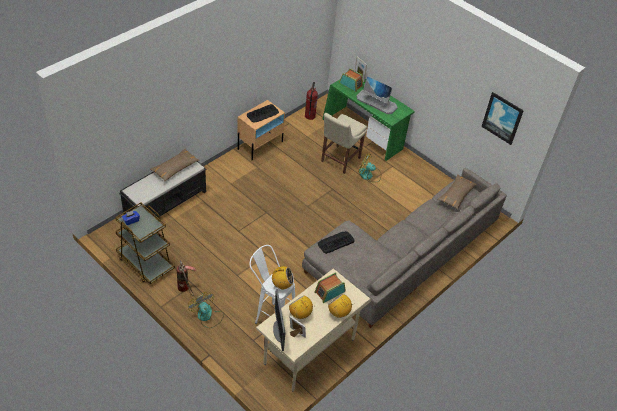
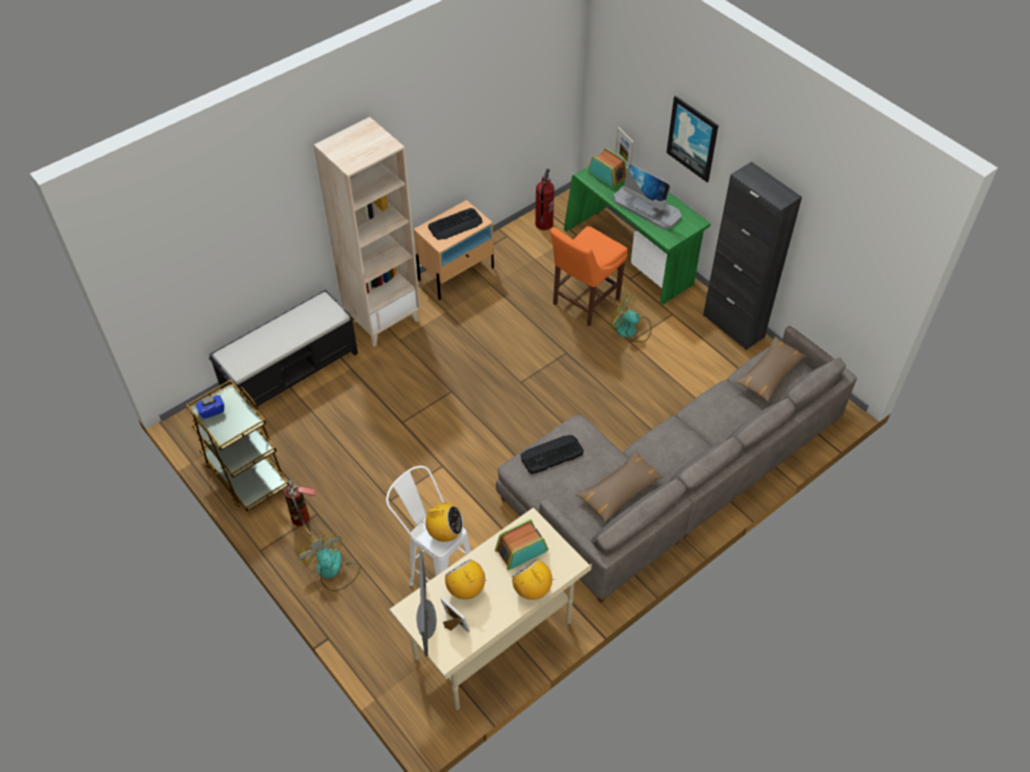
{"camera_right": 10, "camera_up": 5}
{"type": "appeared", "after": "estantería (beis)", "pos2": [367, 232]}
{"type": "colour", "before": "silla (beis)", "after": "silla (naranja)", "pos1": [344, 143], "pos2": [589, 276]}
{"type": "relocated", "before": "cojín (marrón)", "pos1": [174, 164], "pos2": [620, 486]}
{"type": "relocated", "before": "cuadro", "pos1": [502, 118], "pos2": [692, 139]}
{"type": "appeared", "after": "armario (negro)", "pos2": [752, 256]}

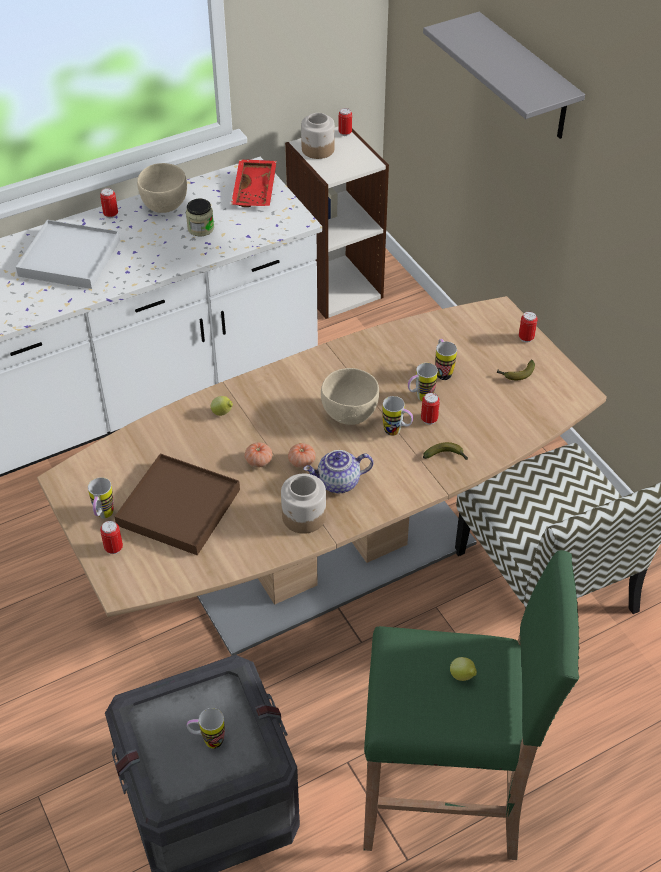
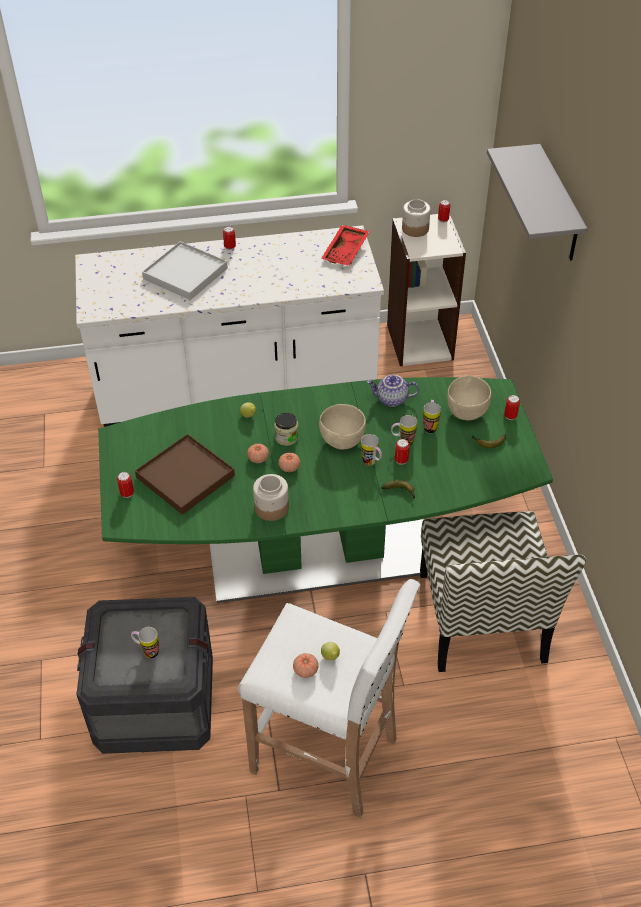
{"camera_right": 20, "camera_up": 0}
{"type": "colour", "before": "mesa de comedor (marrón)", "after": "mesa de comedor (verde)", "pos1": [322, 476], "pos2": [325, 490]}
{"type": "colour", "before": "taburete (verde)", "after": "taburete (blanco)", "pos1": [471, 705], "pos2": [329, 698]}
{"type": "relocated", "before": "tarro", "pos1": [200, 217], "pos2": [286, 429]}
{"type": "appeared", "after": "tomate", "pos2": [306, 665]}
{"type": "relocated", "before": "tetera", "pos1": [338, 471], "pos2": [393, 391]}
{"type": "relocated", "before": "cuenco (beis)", "pos1": [162, 188], "pos2": [469, 397]}
{"type": "missing", "before": "taza grande", "pos1": [101, 497]}

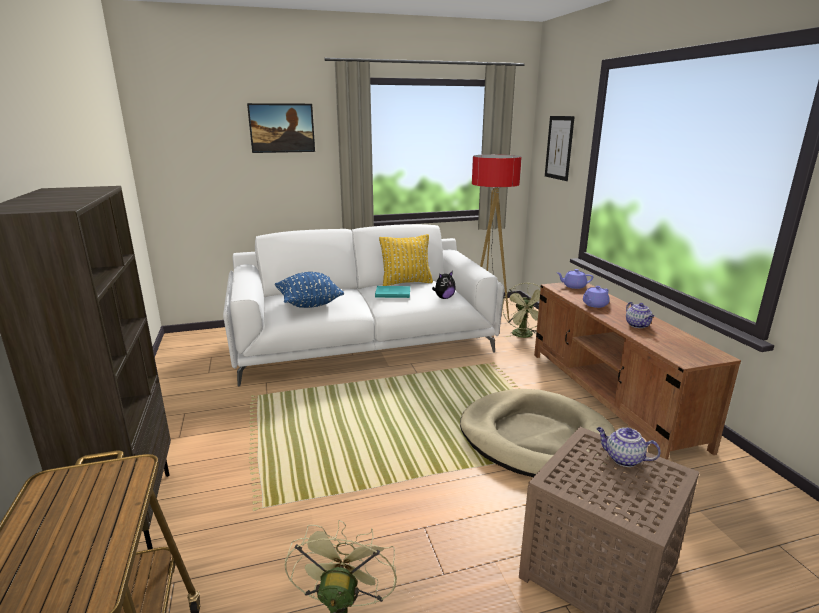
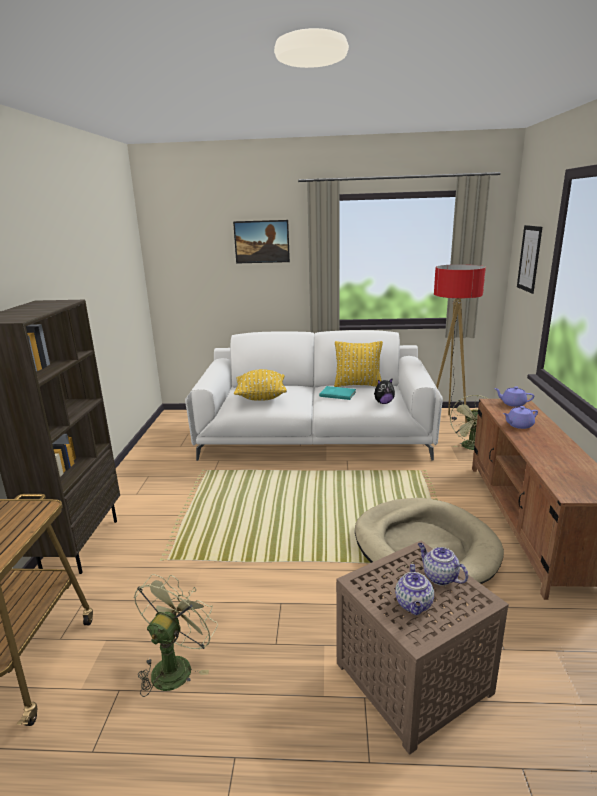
{"camera_right": 20, "camera_up": 0}
{"type": "colour", "before": "cojín (azul)", "after": "cojín (amarillo)", "pos1": [309, 290], "pos2": [260, 385]}
{"type": "relocated", "before": "tetera", "pos1": [640, 315], "pos2": [414, 589]}

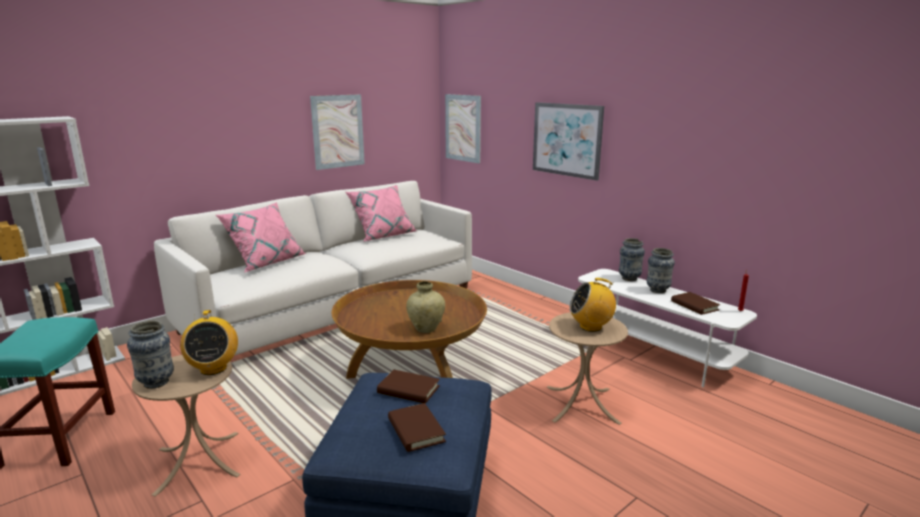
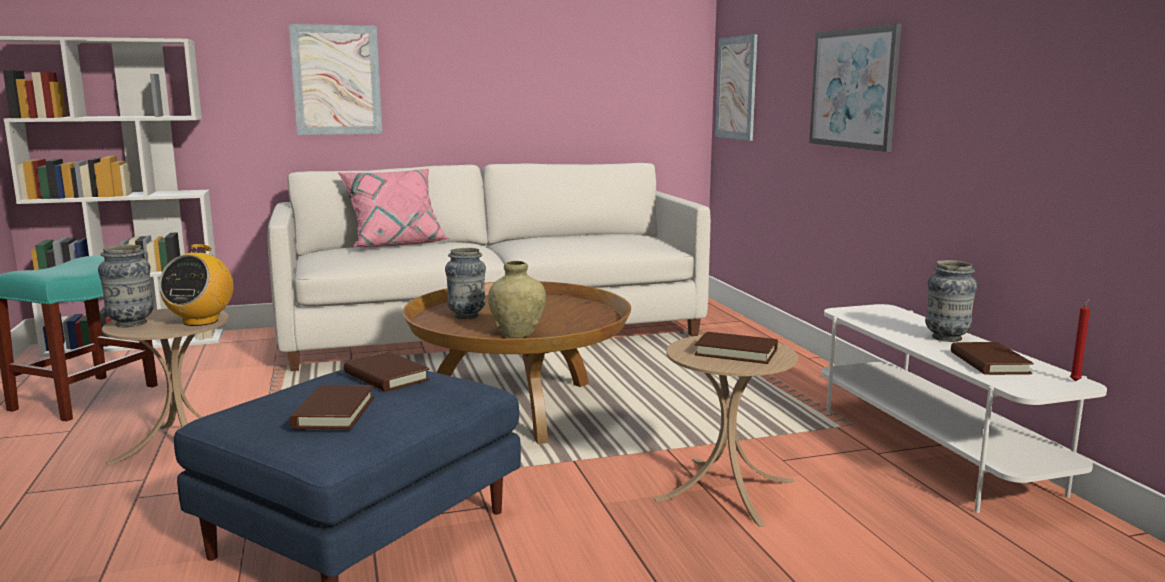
{"camera_right": 25, "camera_up": -5}
{"type": "relocated", "before": "cuadro", "pos1": [337, 132], "pos2": [335, 79]}
{"type": "relocated", "before": "florero", "pos1": [632, 259], "pos2": [465, 283]}
{"type": "exchanged", "before": "radio", "after": "libro (marrón)", "pos1": [592, 305], "pos2": [736, 348]}
{"type": "missing", "before": "cojín (rosa)", "pos1": [381, 213]}

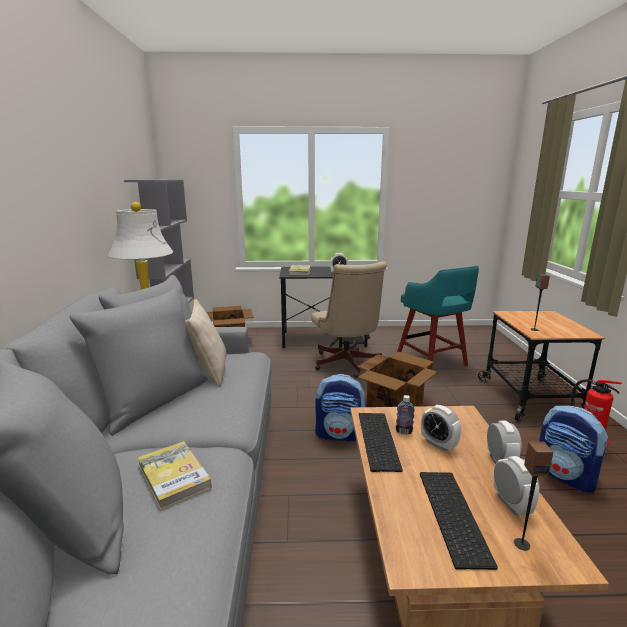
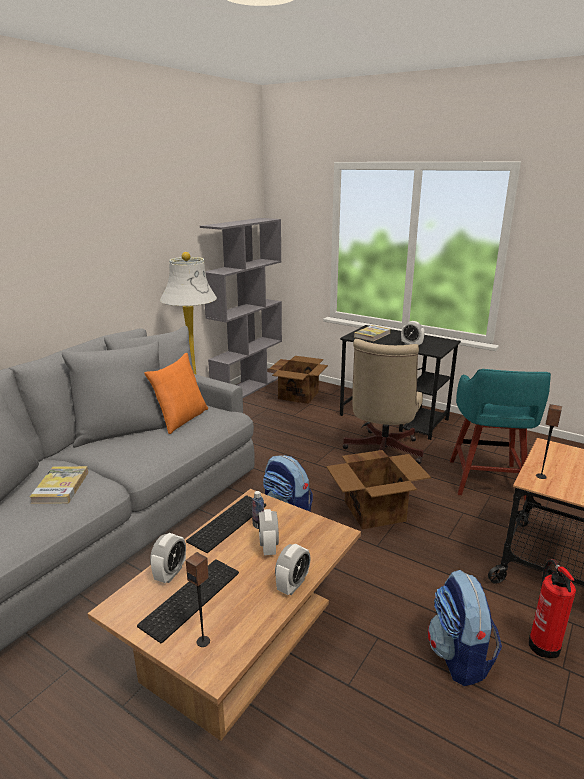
{"camera_right": 35, "camera_up": 5}
{"type": "colour", "before": "cojín (beis)", "after": "cojín (naranja)", "pos1": [205, 342], "pos2": [176, 393]}
{"type": "relocated", "before": "despertador", "pos1": [517, 486], "pos2": [168, 558]}

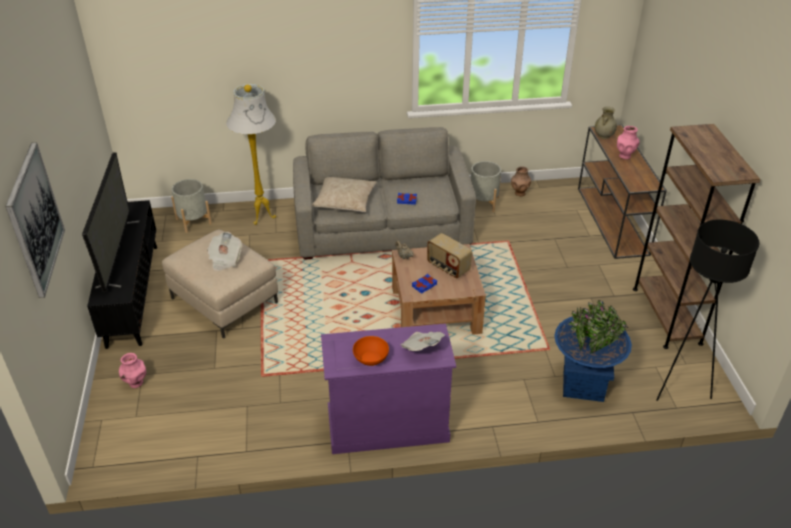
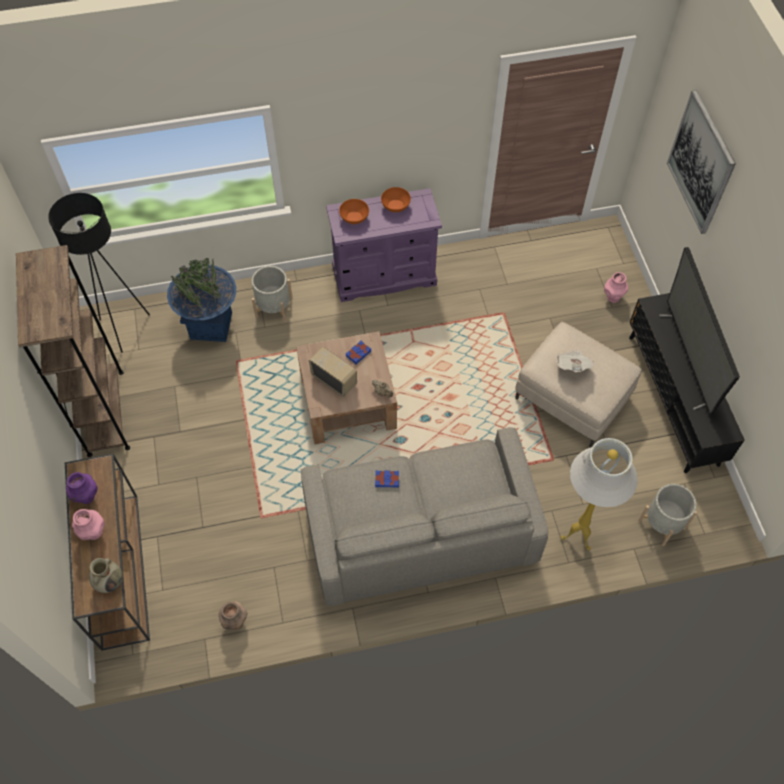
{"camera_right": 175, "camera_up": 20}
{"type": "appeared", "after": "florero (morado)", "pos2": [82, 488]}
{"type": "relocated", "before": "maceta (gris)", "pos1": [486, 186], "pos2": [272, 294]}
{"type": "exchanged", "before": "periódico", "after": "cuenco (naranja)", "pos1": [422, 341], "pos2": [354, 211]}
{"type": "missing", "before": "cojín (beis)", "pos1": [344, 194]}

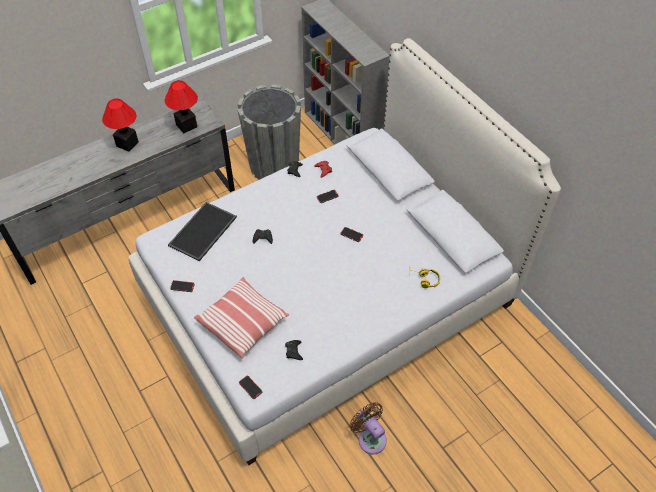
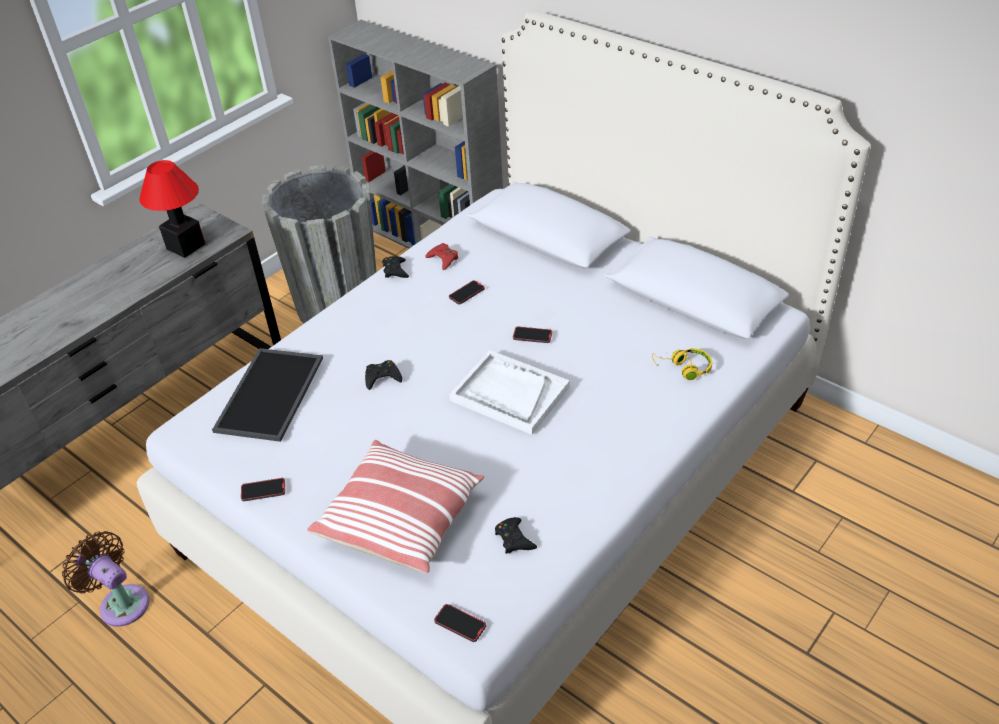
{"camera_right": -15, "camera_up": -10}
{"type": "relocated", "before": "ventilador (marrón)", "pos1": [368, 428], "pos2": [105, 579]}
{"type": "appeared", "after": "bandeja (blanco)", "pos2": [509, 392]}
{"type": "missing", "before": "lámpara de mesa", "pos1": [120, 125]}

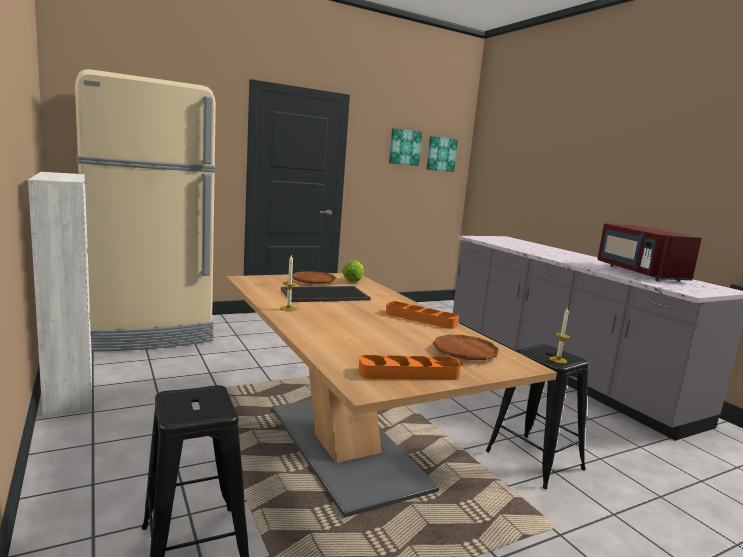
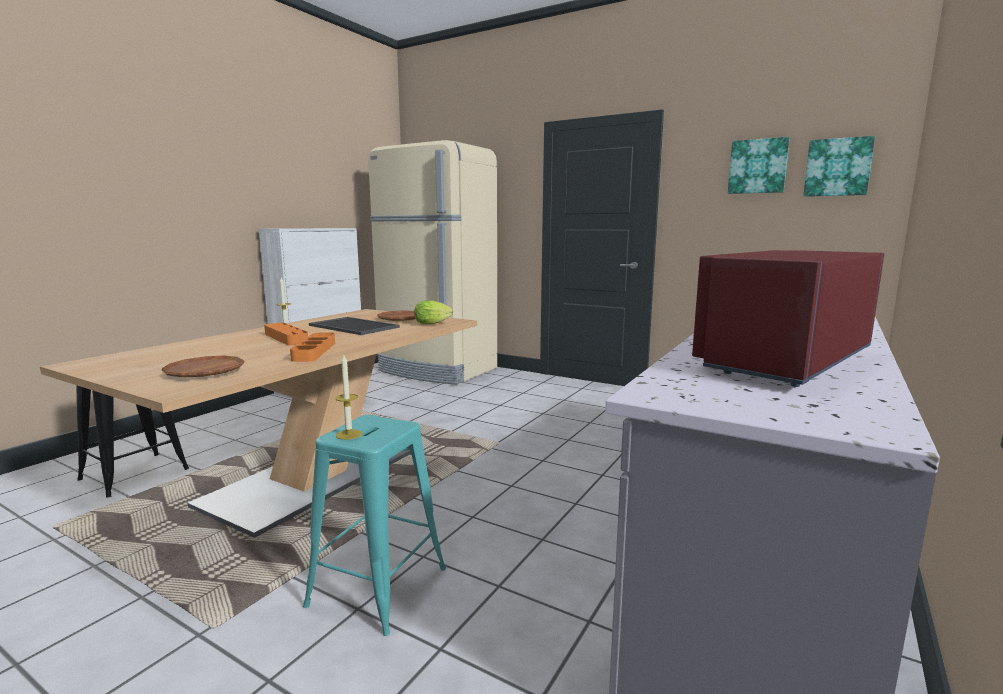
{"camera_right": 60, "camera_up": 0}
{"type": "relocated", "before": "bandeja (naranja)", "pos1": [410, 367], "pos2": [286, 334]}
{"type": "colour", "before": "taburete (negro)", "after": "taburete (turquesa)", "pos1": [537, 416], "pos2": [374, 525]}

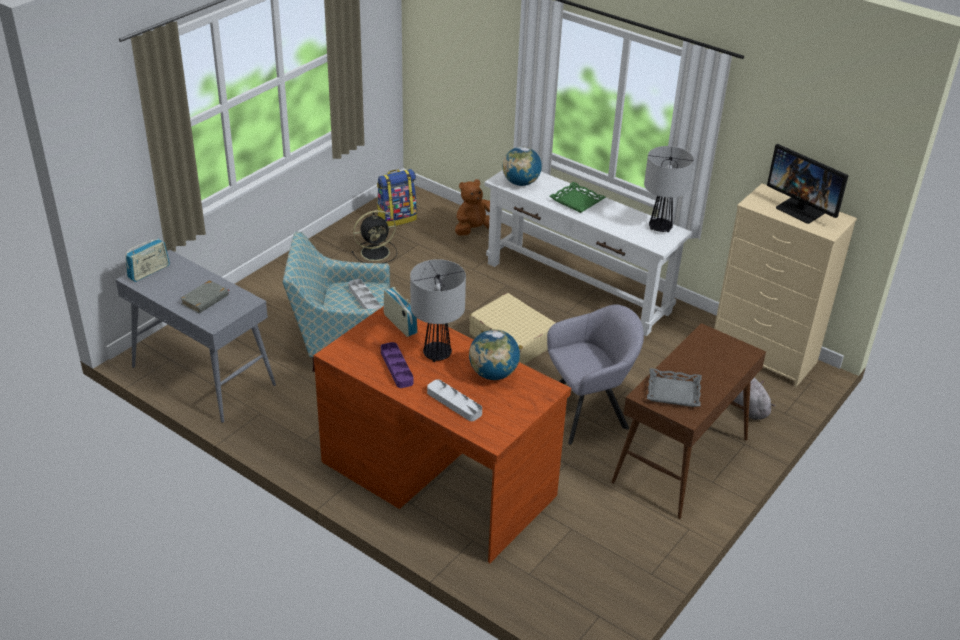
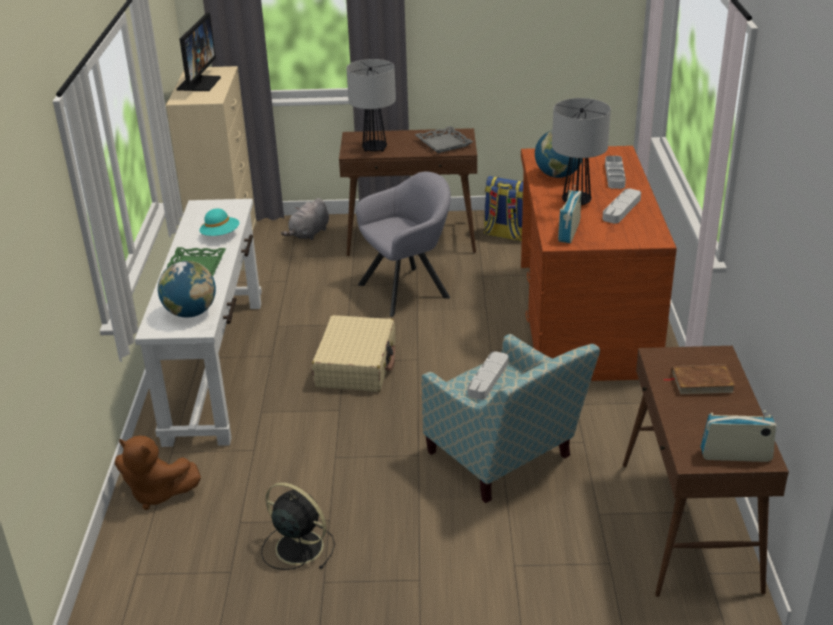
{"camera_right": -125, "camera_up": -5}
{"type": "appeared", "after": "sombrero (turquesa)", "pos2": [219, 222]}
{"type": "relocated", "before": "lámpara de mesa", "pos1": [669, 189], "pos2": [371, 105]}
{"type": "spun", "before": "sillón (gris)", "pos1": [595, 375], "pos2": [403, 244], "turn": 120}
{"type": "relocated", "before": "mochila", "pos1": [397, 197], "pos2": [503, 209]}
{"type": "colour", "before": "bandeja (morado)", "after": "bandeja (gris)", "pos1": [397, 365], "pos2": [621, 206]}
{"type": "colour", "before": "mesa consola (gris)", "after": "mesa consola (marrón)", "pos1": [196, 336], "pos2": [706, 471]}
{"type": "colour", "before": "libro (gris)", "after": "libro (marrón)", "pos1": [205, 296], "pos2": [700, 380]}

